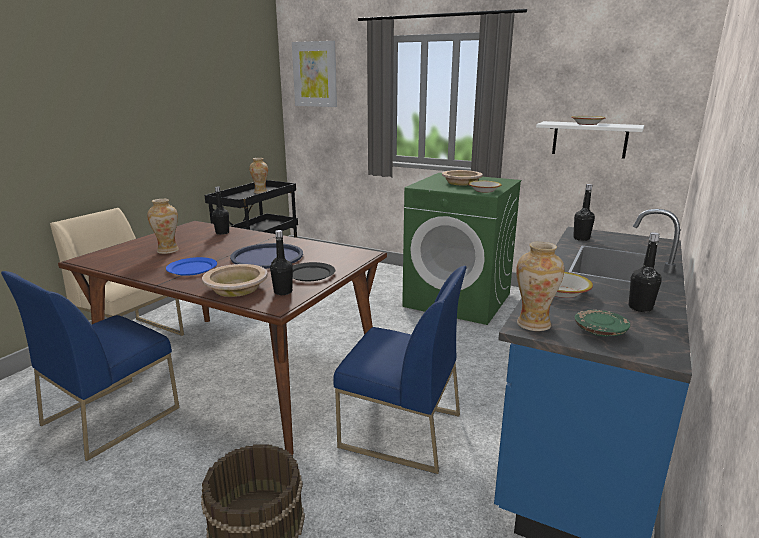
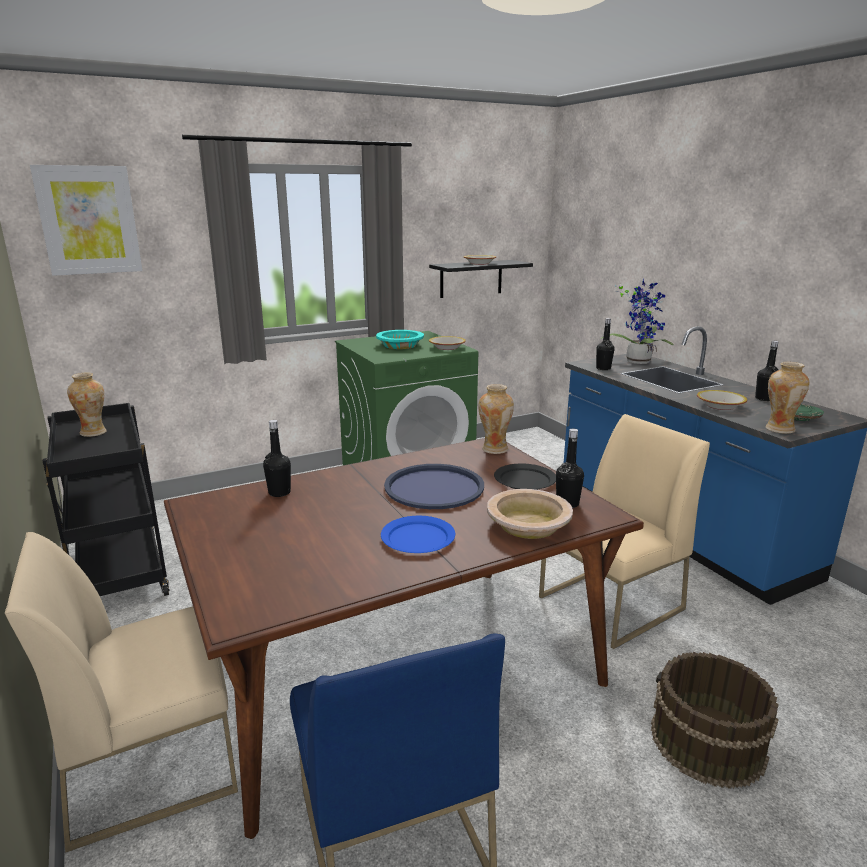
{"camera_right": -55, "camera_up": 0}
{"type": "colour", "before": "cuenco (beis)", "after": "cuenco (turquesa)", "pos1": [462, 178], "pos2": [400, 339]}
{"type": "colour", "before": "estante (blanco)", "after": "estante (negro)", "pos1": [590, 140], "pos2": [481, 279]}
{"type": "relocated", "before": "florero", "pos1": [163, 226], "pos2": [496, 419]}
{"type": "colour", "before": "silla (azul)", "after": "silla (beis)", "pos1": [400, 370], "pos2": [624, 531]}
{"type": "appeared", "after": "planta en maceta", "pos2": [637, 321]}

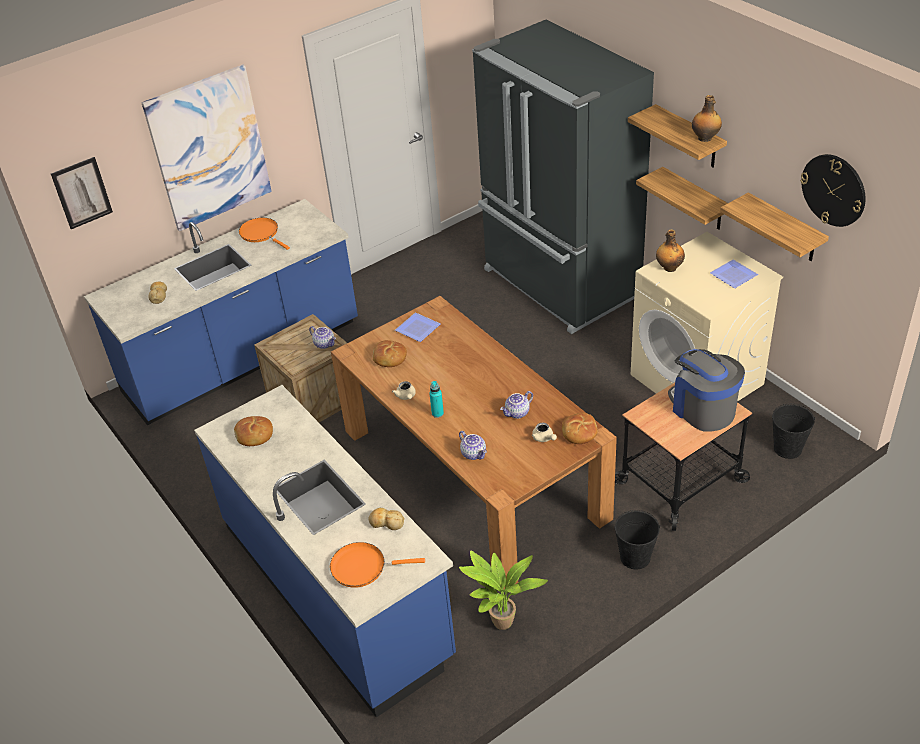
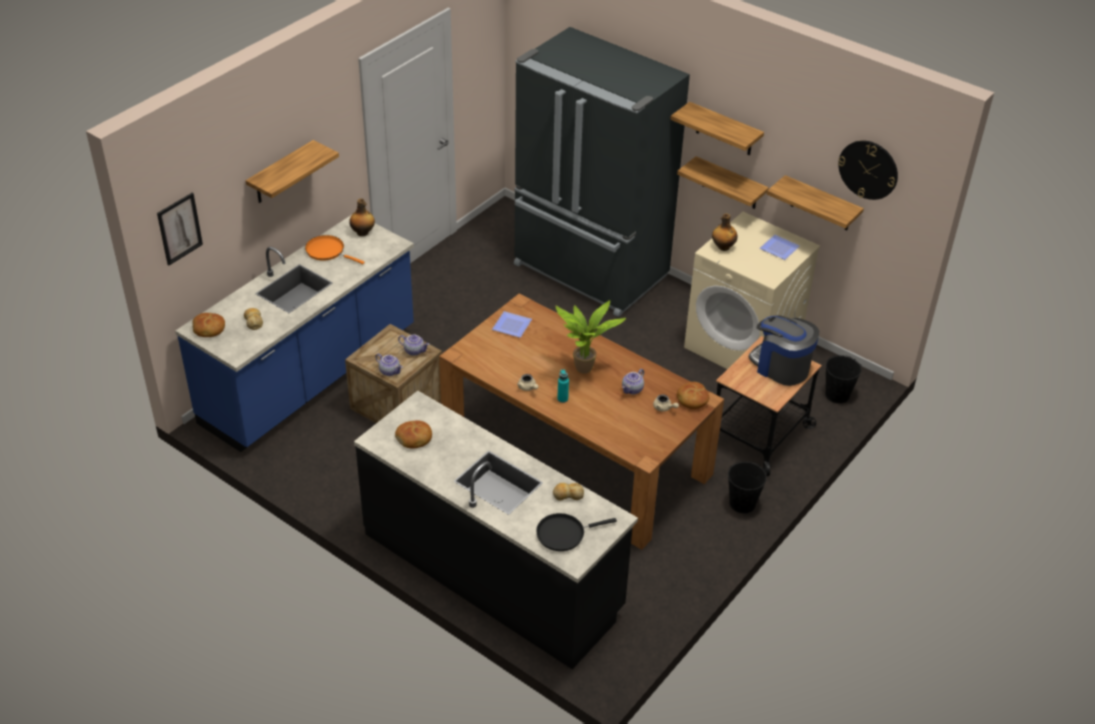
{"camera_right": -20, "camera_up": 0}
{"type": "relocated", "before": "pan", "pos1": [390, 353], "pos2": [208, 325]}
{"type": "exchanged", "before": "cuadro", "after": "estante", "pos1": [207, 147], "pos2": [292, 171]}
{"type": "relocated", "before": "botella", "pos1": [707, 118], "pos2": [362, 217]}
{"type": "colour", "before": "mueble bajo de cocina (azul)", "after": "mueble bajo de cocina (negro)", "pos1": [325, 551], "pos2": [496, 530]}
{"type": "relocated", "before": "tetera", "pos1": [473, 445], "pos2": [389, 364]}
{"type": "colour", "before": "sartén (naranja)", "after": "sartén (negro)", "pos1": [377, 565], "pos2": [576, 532]}
{"type": "relocated", "before": "planta en maceta", "pos1": [503, 590], "pos2": [590, 337]}

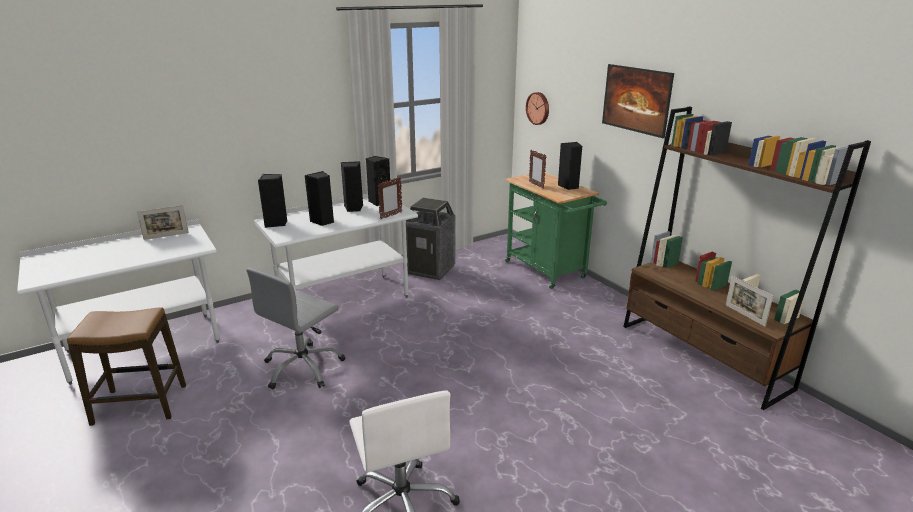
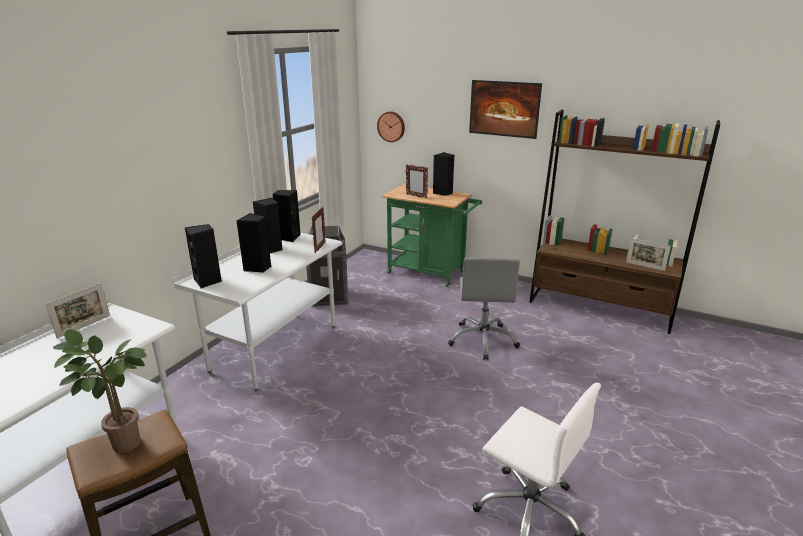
{"camera_right": -30, "camera_up": 0}
{"type": "appeared", "after": "planta en maceta", "pos2": [100, 391]}
{"type": "relocated", "before": "silla de oficina (gris)", "pos1": [295, 328], "pos2": [484, 309]}

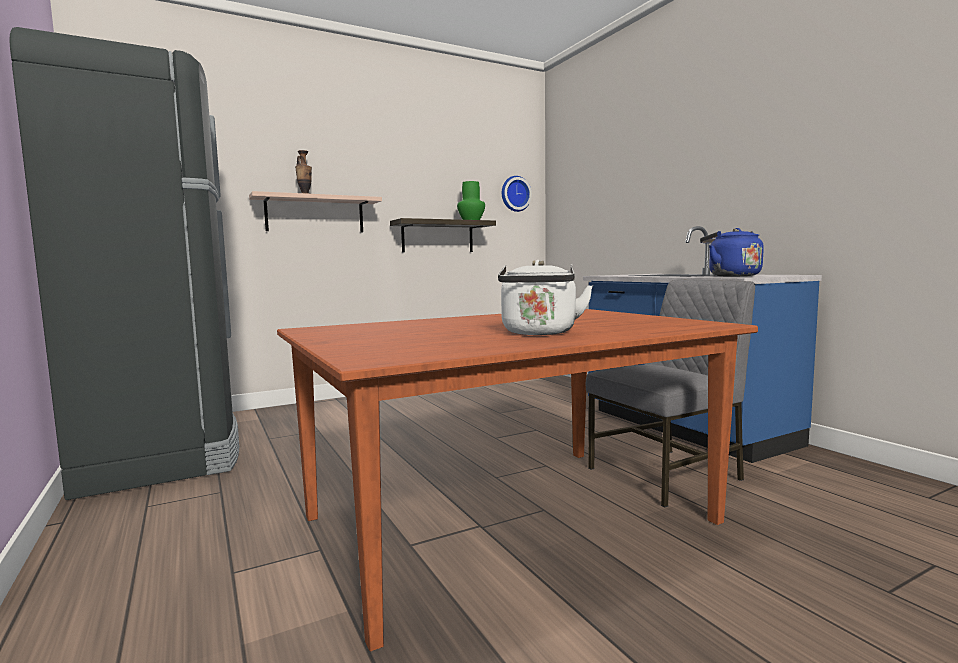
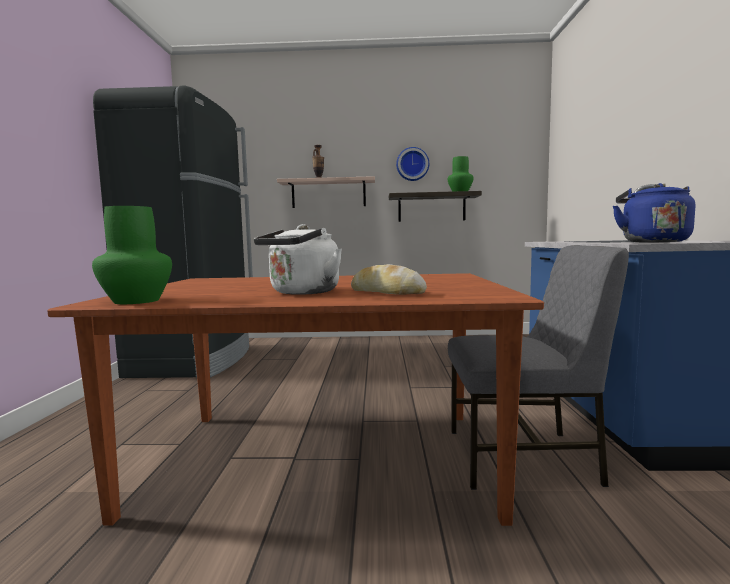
{"camera_right": 30, "camera_up": 0}
{"type": "appeared", "after": "florero (verde)", "pos2": [132, 255]}
{"type": "appeared", "after": "pan", "pos2": [389, 279]}
{"type": "relocated", "before": "reloj de pared", "pos1": [517, 194], "pos2": [412, 164]}

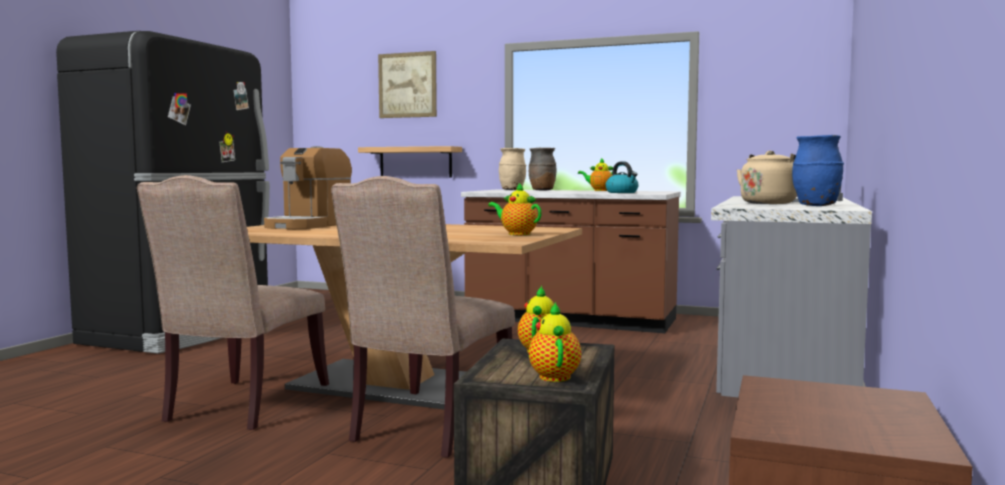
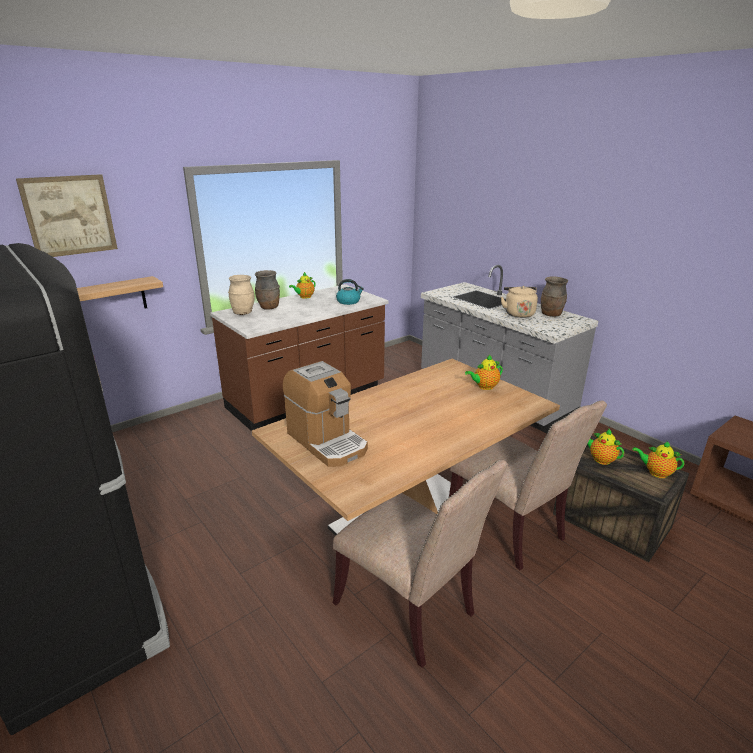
{"camera_right": -60, "camera_up": 20}
{"type": "colour", "before": "florero (azul)", "after": "florero (marrón)", "pos1": [818, 170], "pos2": [554, 296]}

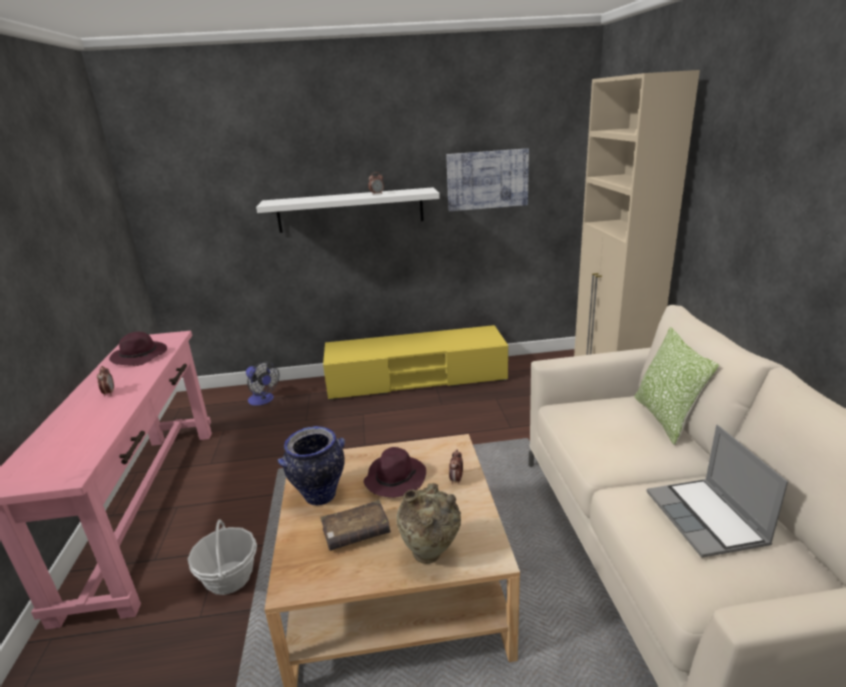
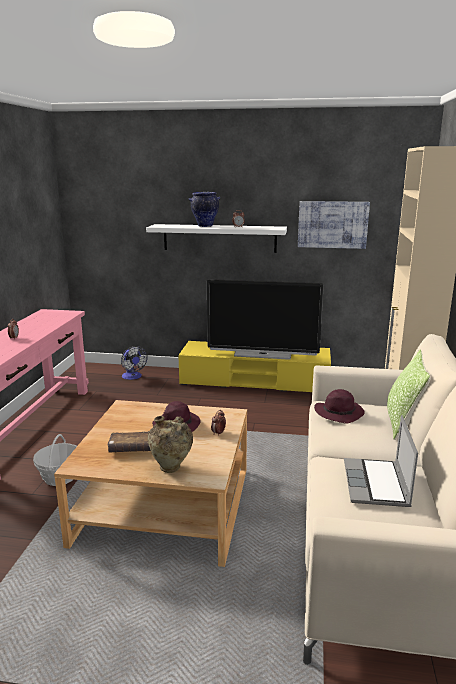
{"camera_right": 15, "camera_up": -5}
{"type": "relocated", "before": "florero", "pos1": [311, 465], "pos2": [204, 209]}
{"type": "appeared", "after": "televisor", "pos2": [265, 319]}
{"type": "relocated", "before": "sombrero (morado)", "pos1": [138, 349], "pos2": [339, 406]}

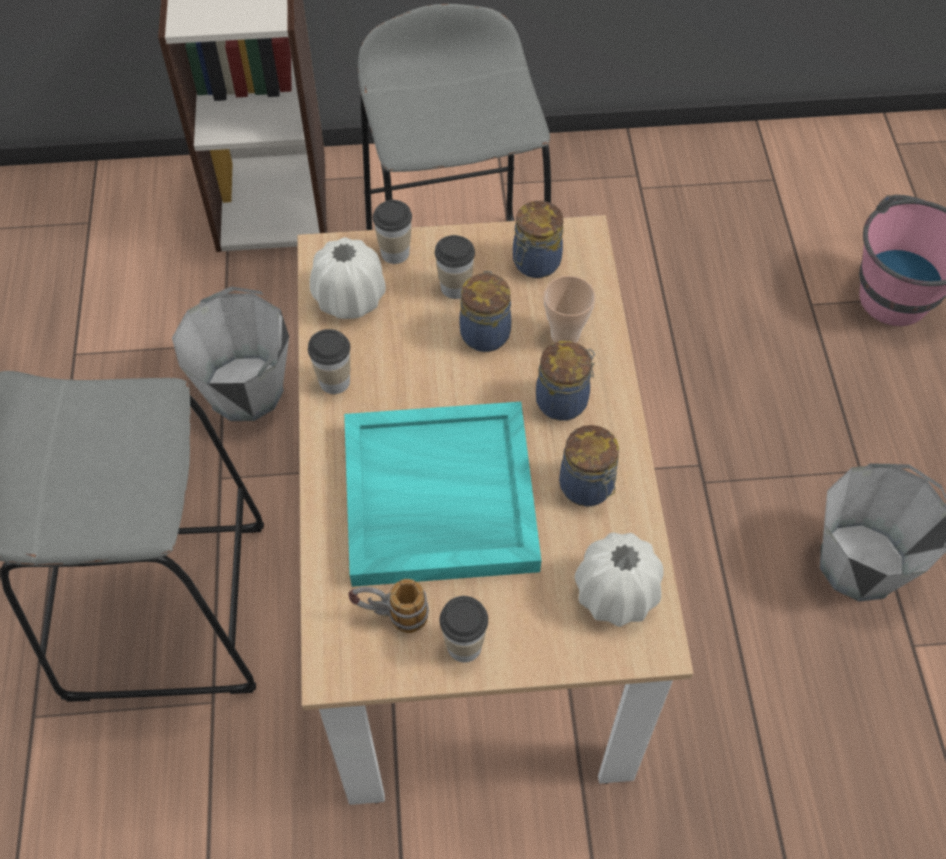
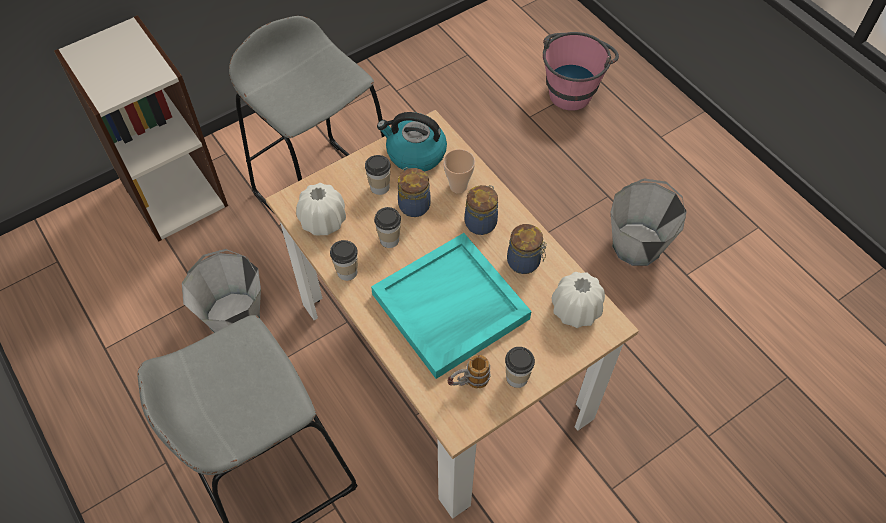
{"camera_right": -30, "camera_up": 0}
{"type": "relocated", "before": "taza", "pos1": [392, 232], "pos2": [387, 227]}
{"type": "exchanged", "before": "tarro", "after": "hervidor", "pos1": [538, 239], "pos2": [412, 142]}

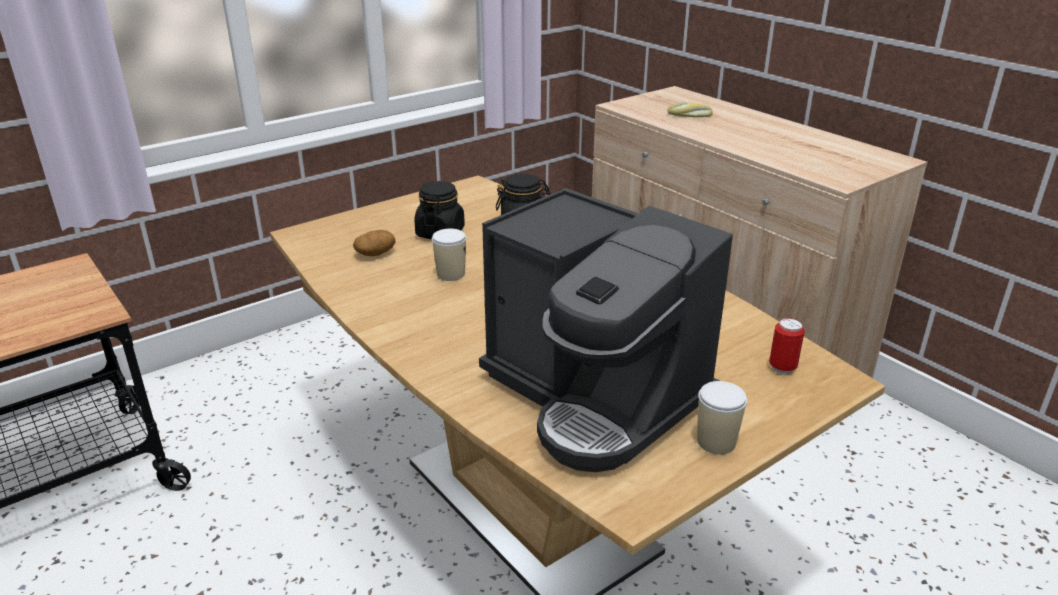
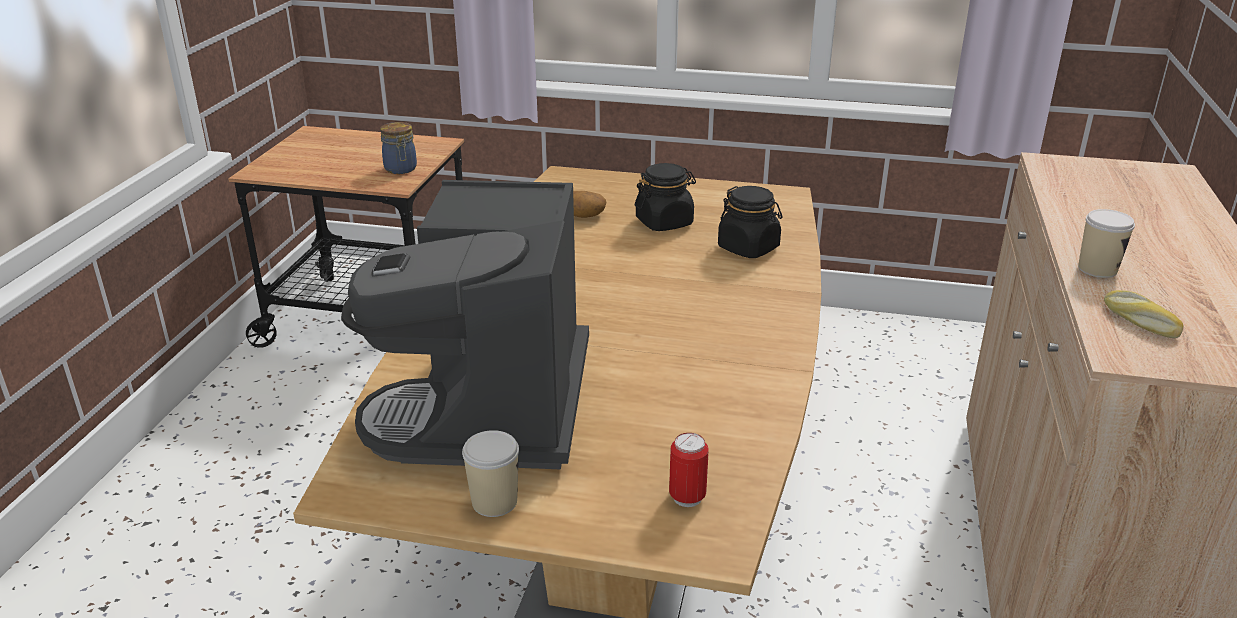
{"camera_right": 50, "camera_up": 0}
{"type": "appeared", "after": "tarro", "pos2": [398, 148]}
{"type": "relocated", "before": "taza", "pos1": [449, 255], "pos2": [1106, 243]}
{"type": "relocated", "before": "pan", "pos1": [690, 109], "pos2": [1144, 314]}

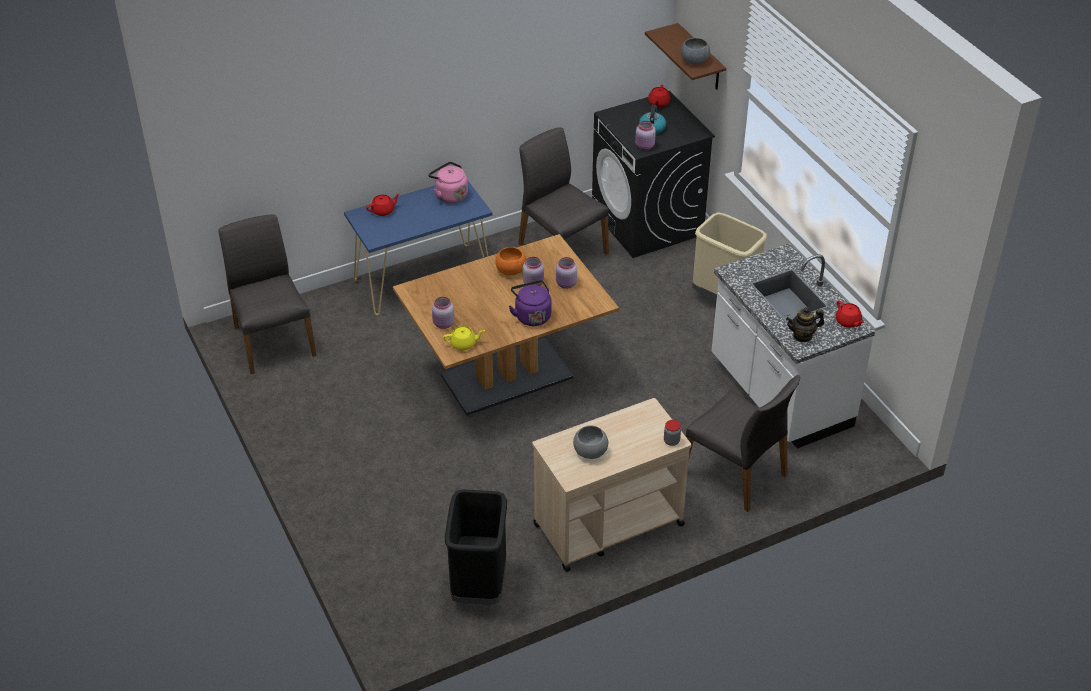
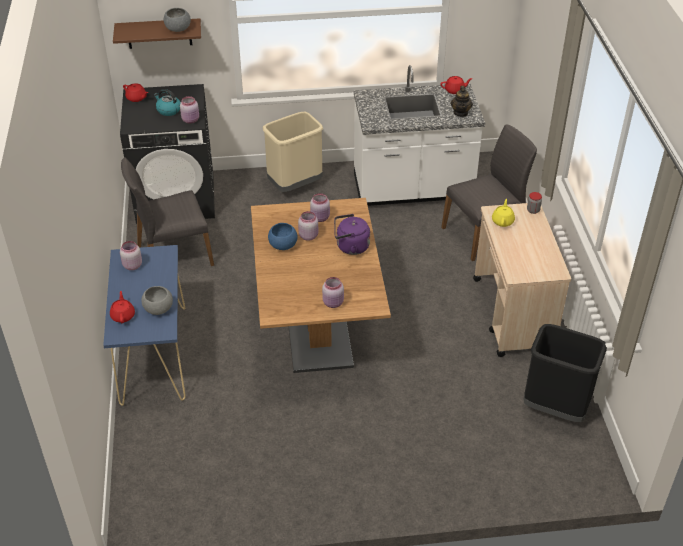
{"camera_right": -70, "camera_up": 0}
{"type": "exchanged", "before": "hervidor (rosa)", "after": "tarro (rosa)", "pos1": [448, 182], "pos2": [131, 255]}
{"type": "relocated", "before": "cuenco (gris)", "pos1": [590, 442], "pos2": [157, 300]}
{"type": "colour", "before": "cuenco (naranja)", "after": "cuenco (azul)", "pos1": [510, 261], "pos2": [283, 236]}
{"type": "relocated", "before": "tetera (amarillo)", "pos1": [464, 338], "pos2": [503, 213]}
{"type": "missing", "before": "silla (gris)", "pos1": [267, 294]}

